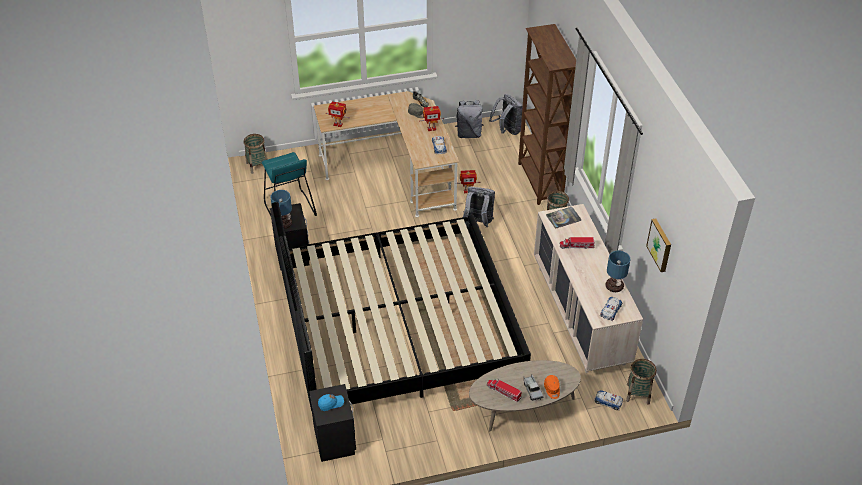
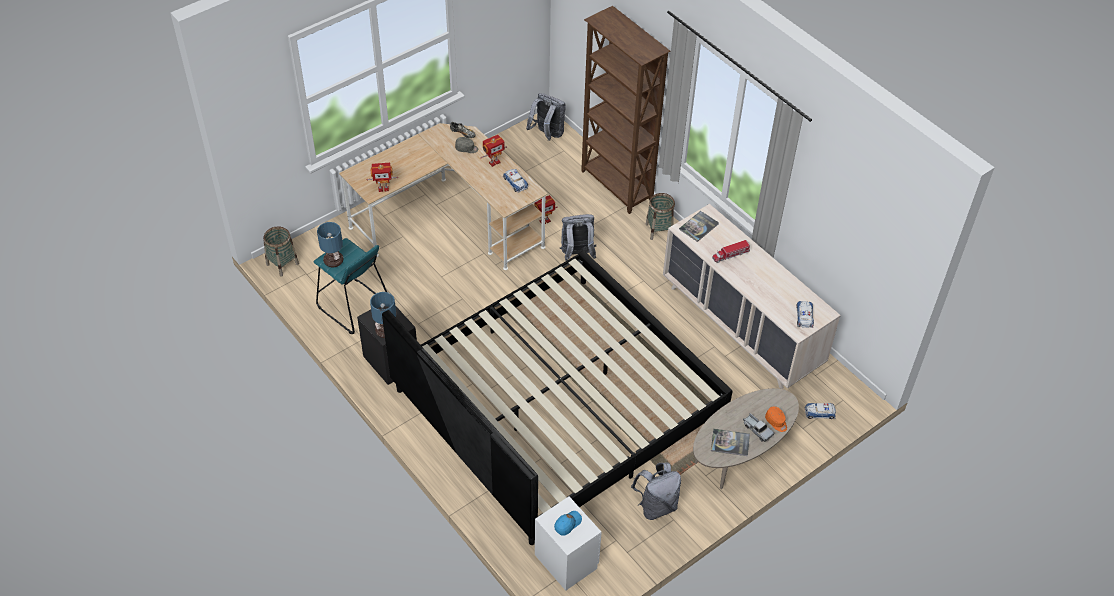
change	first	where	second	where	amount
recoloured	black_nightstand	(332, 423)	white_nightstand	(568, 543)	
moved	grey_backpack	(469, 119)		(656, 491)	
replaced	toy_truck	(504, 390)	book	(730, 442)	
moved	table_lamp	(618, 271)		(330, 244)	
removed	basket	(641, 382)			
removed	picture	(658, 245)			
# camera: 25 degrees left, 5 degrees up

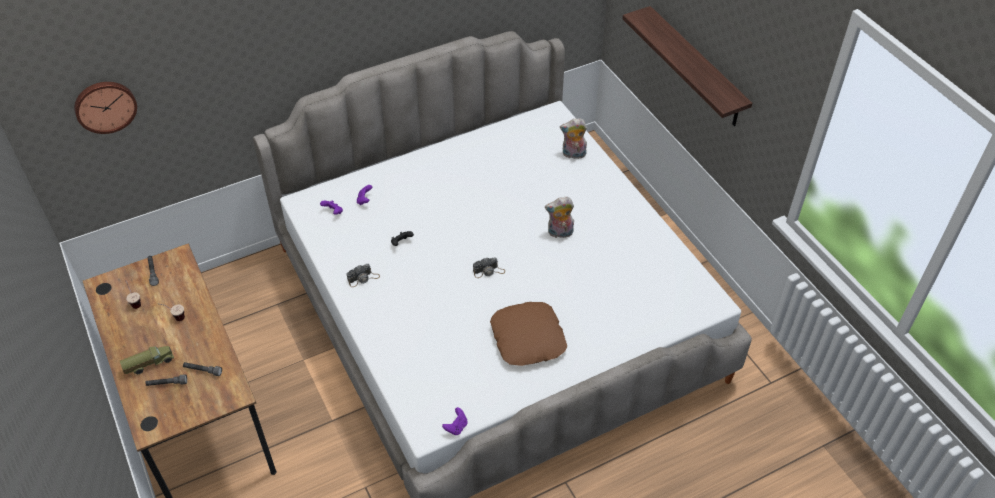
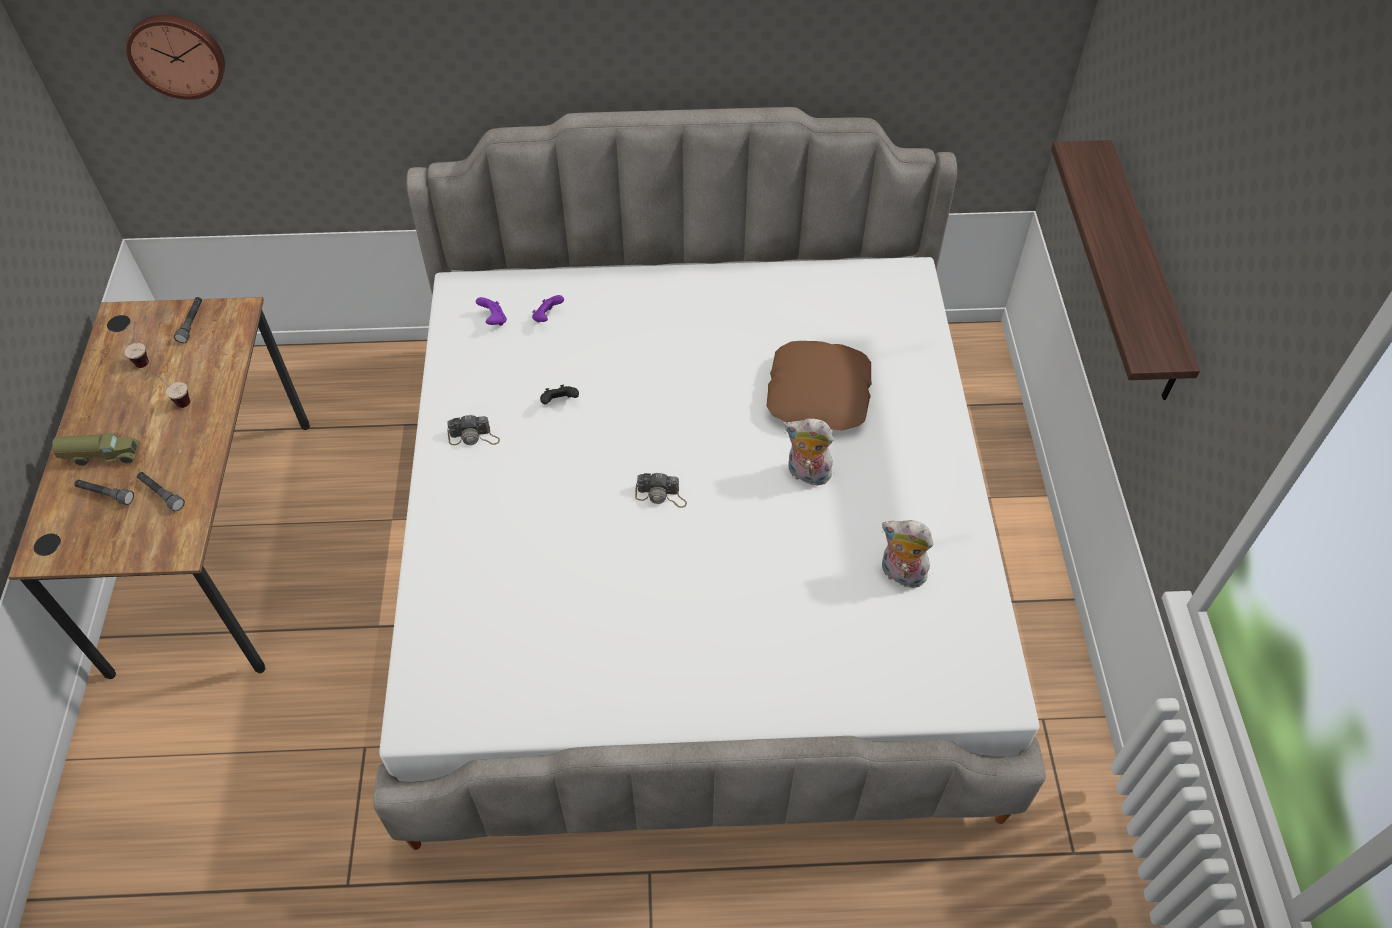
change	first	where	second	where	amount
removed	purple_game_controller	(455, 421)			
moved	brown_pillow	(528, 334)		(819, 386)	
moved	plush_toy	(573, 138)		(908, 555)	
# camera: 25 degrees right, 5 degrees up

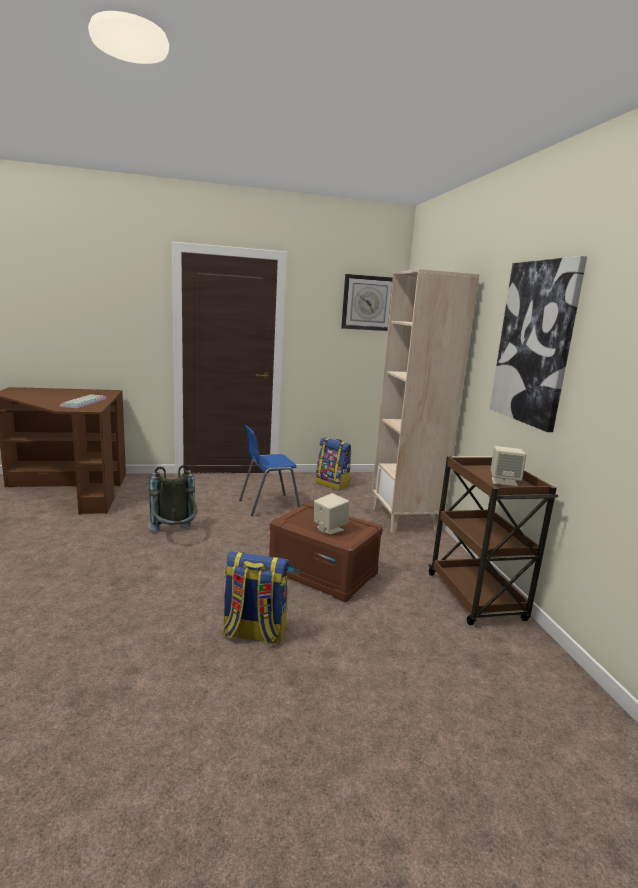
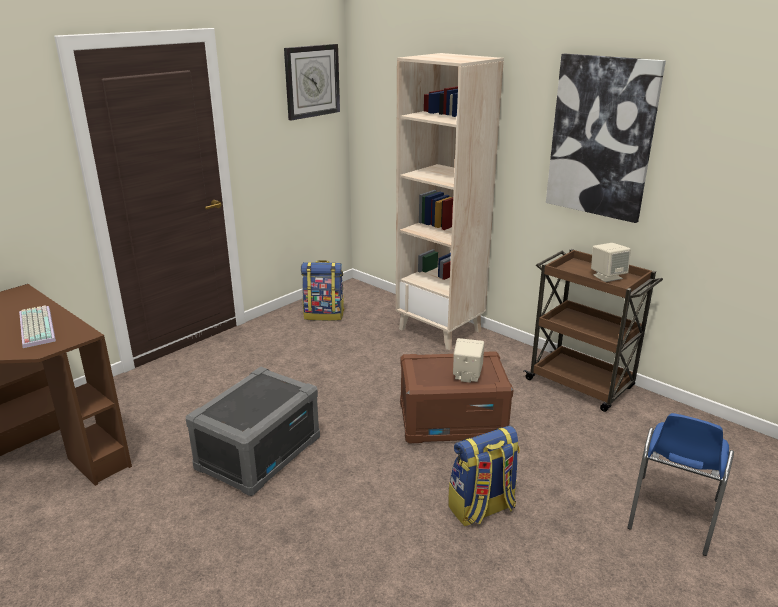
change	first	where	second	where	amount
replaced	grey_backpack	(172, 498)	grey_storage_box	(253, 431)	
moved	blue_chair	(269, 470)		(680, 484)	
# camera: 35 degrees left, 10 degrees up

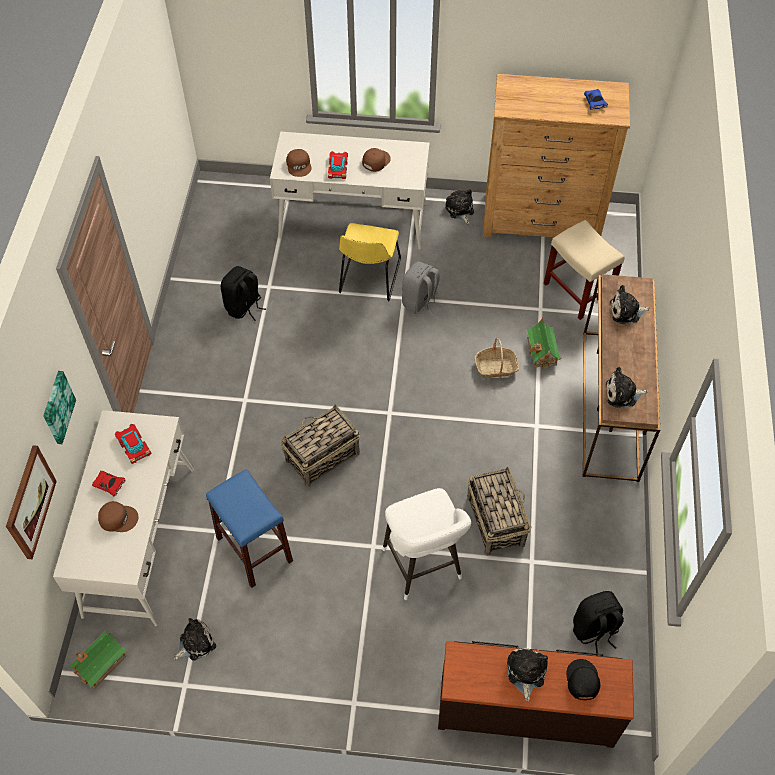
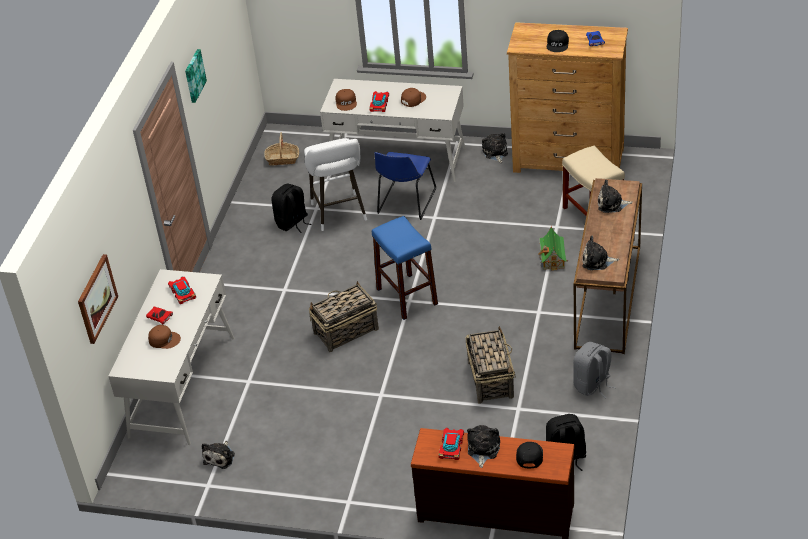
change	first	where	second	where	amount
moved	picture	(59, 407)		(196, 76)	
removed	toy_house	(98, 659)			
turned	plush_toy	(195, 639)		(218, 455)	135 degrees clockwise
moved	blue_stool	(249, 528)		(405, 268)	
recoloured	yellow_chair	(370, 262)	blue_chair	(405, 186)	
moved	white_stool	(426, 544)		(335, 184)	
moved	grey_backpack	(422, 289)		(594, 370)	
moved	basket	(497, 358)		(281, 149)	
added			toy_car	(451, 444)	
added			black_cap	(558, 41)	
# camera: 10 degrees right, 15 degrees down

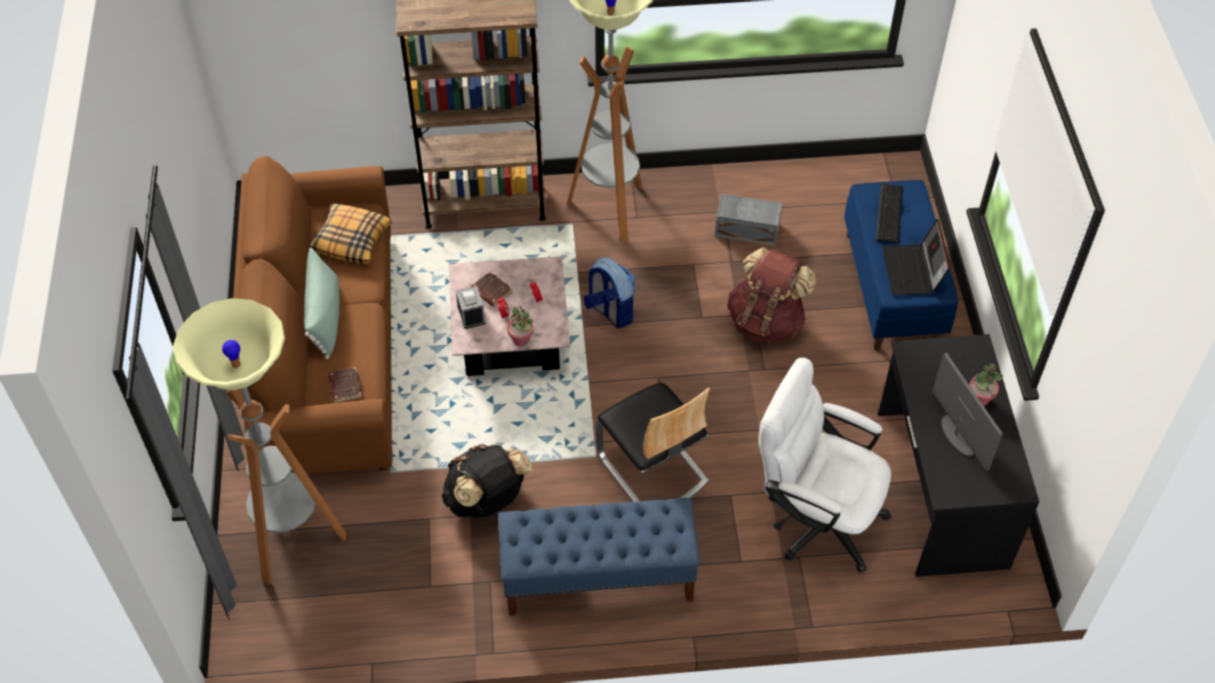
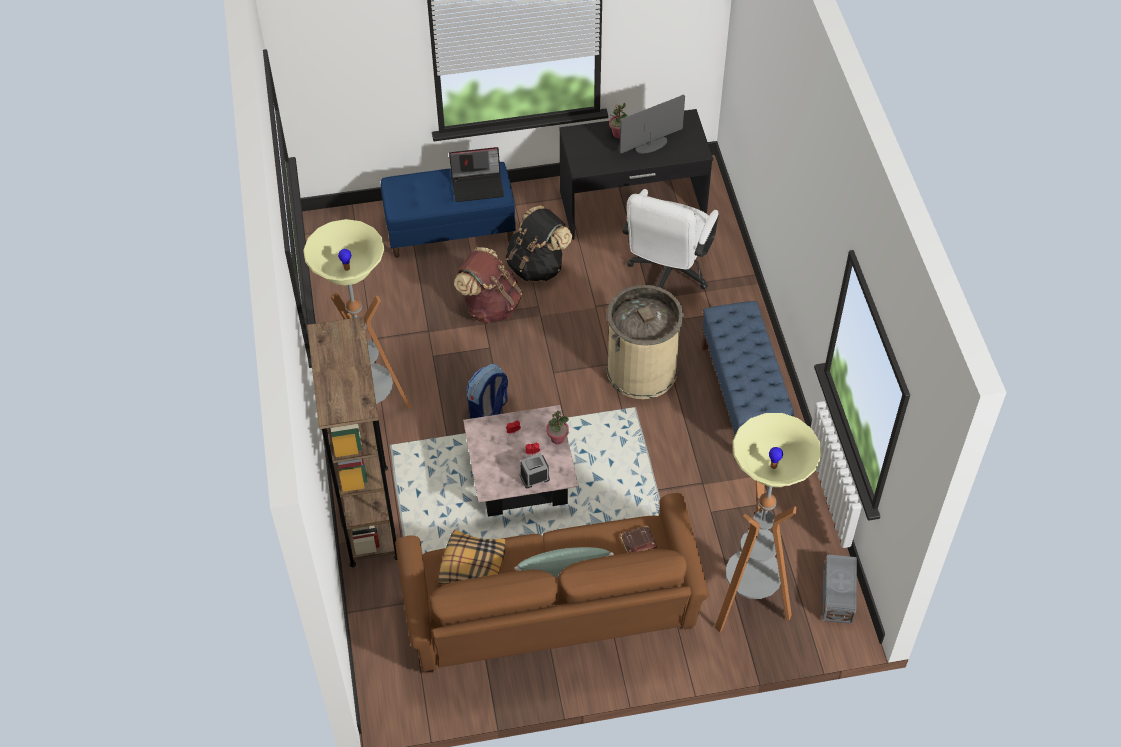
change	first	where	second	where	amount
moved	black_backpack	(487, 481)		(539, 243)	
removed	brown_book	(492, 289)			
replaced	chair	(653, 442)	beige_trash_can	(645, 342)	
moved	grey_storage_box	(748, 220)		(839, 589)	
removed	keyboard	(889, 214)			
# camera: 95 degrees left, 0 degrees up

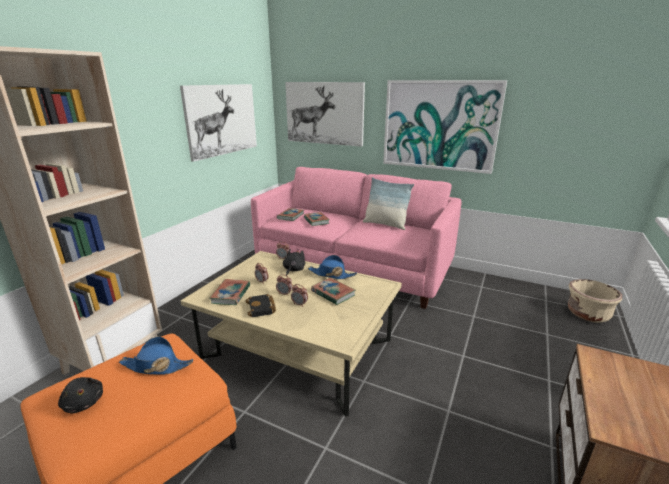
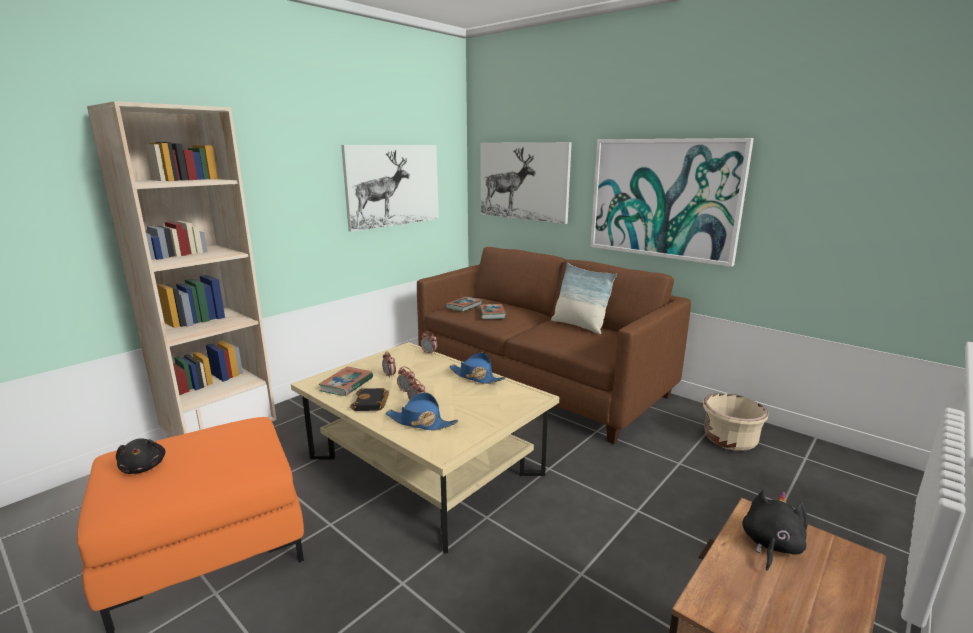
change	first	where	second	where	amount
moved	blue_hat	(156, 355)		(422, 411)	
recoloured	pink_sofa	(356, 238)	brown_sofa	(554, 345)	
moved	black_plush_toy	(294, 263)		(775, 530)	
removed	book	(333, 291)			
moved	beige_planter	(595, 301)		(735, 422)	
# camera: 15 degrees right, 5 degrees down

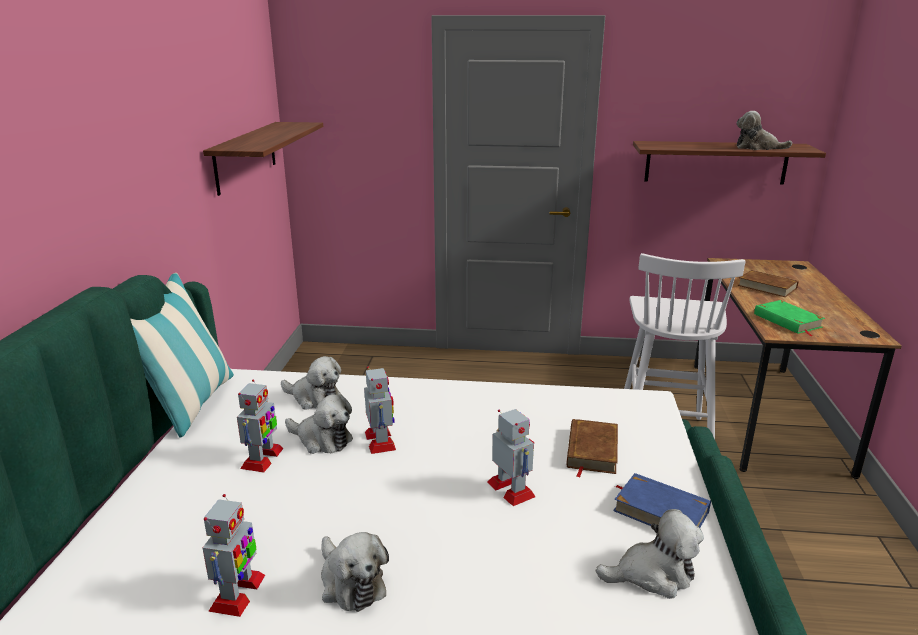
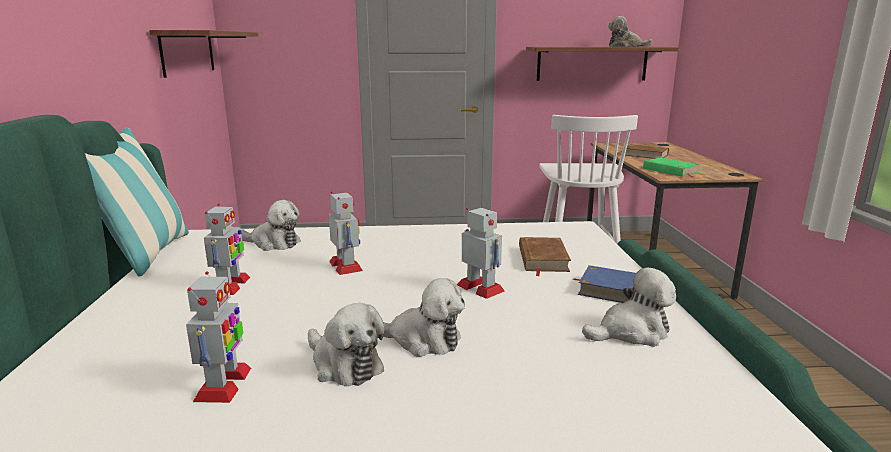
change	first	where	second	where	amount
moved	plush_toy	(319, 424)		(424, 317)	
# camera: 10 degrees left, 5 degrees down

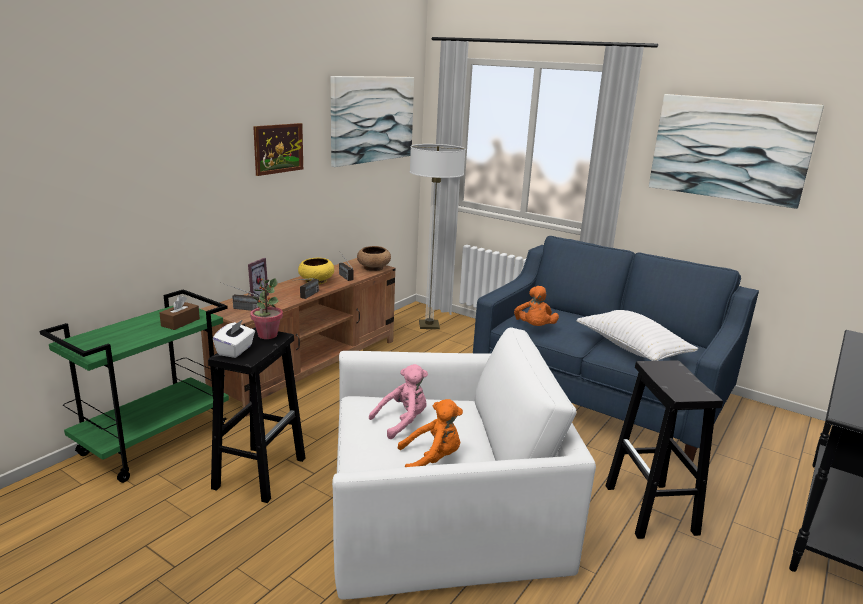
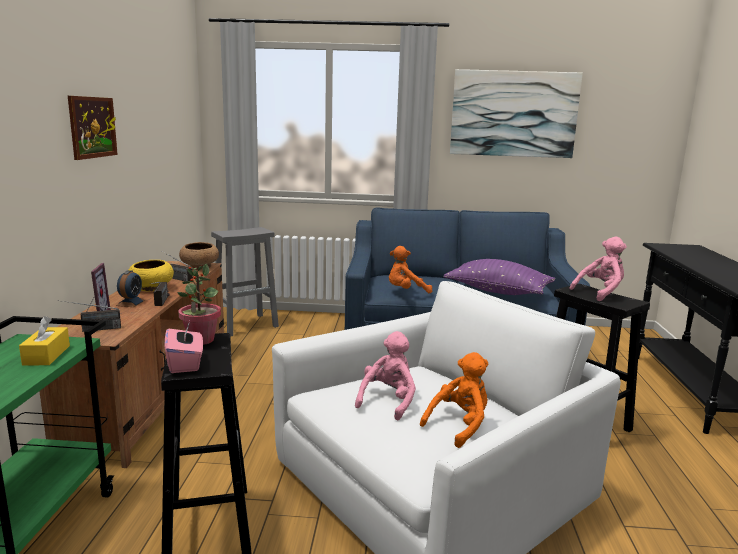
change	first	where	second	where	amount
recoloured	brown_tissue_box	(180, 313)	yellow_tissue_box	(44, 341)	
recoloured	white_tissue_box	(234, 339)	pink_tissue_box	(184, 347)	
removed	picture	(372, 121)			
replaced	floor_lamp	(438, 236)	grey_stool	(245, 282)	
turned	orange_plush_toy	(536, 306)		(410, 270)	105 degrees clockwise
recoloured	white_pillow	(637, 335)	purple_pillow	(499, 277)	
added			alarm_clock	(130, 288)	
added			pink_plush_toy	(598, 269)	
# camera: 30 degrees left, 5 degrees down

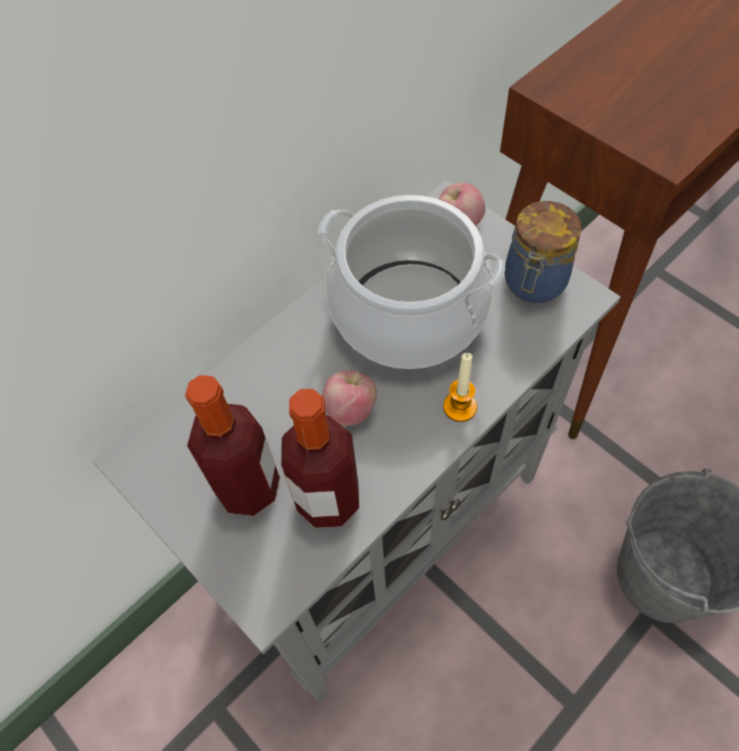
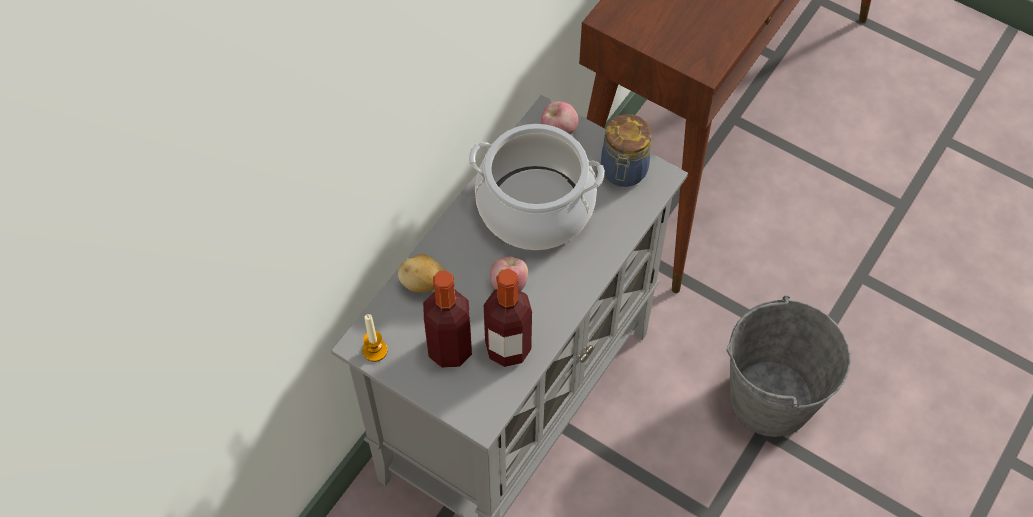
change	first	where	second	where	amount
moved	candle	(460, 387)		(375, 338)	
added			potato	(421, 273)	
# camera: 15 degrees left, 0 degrees up

